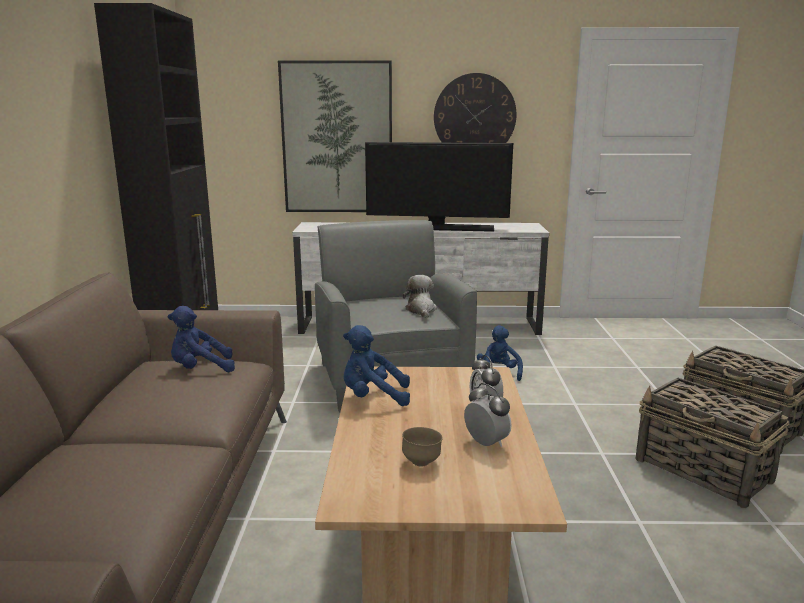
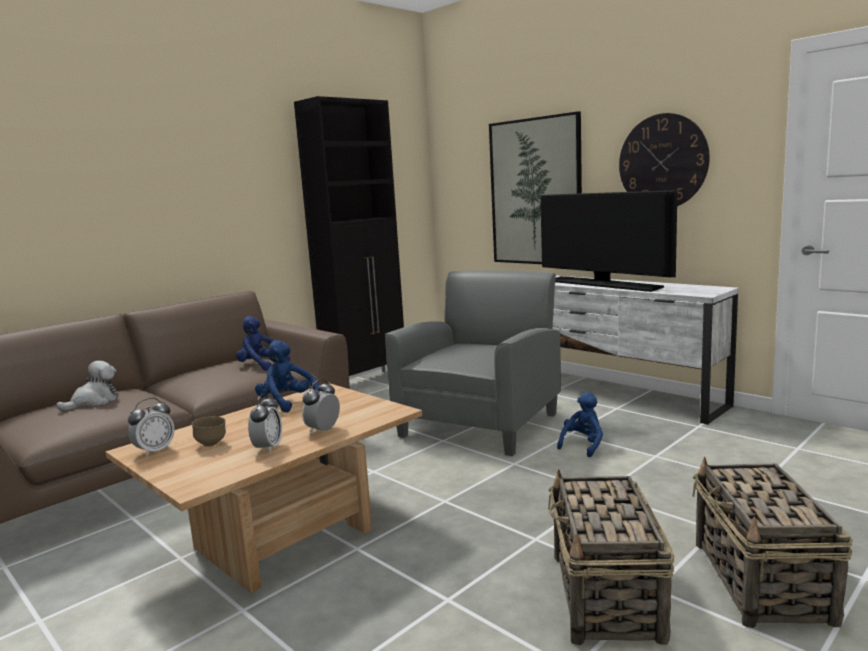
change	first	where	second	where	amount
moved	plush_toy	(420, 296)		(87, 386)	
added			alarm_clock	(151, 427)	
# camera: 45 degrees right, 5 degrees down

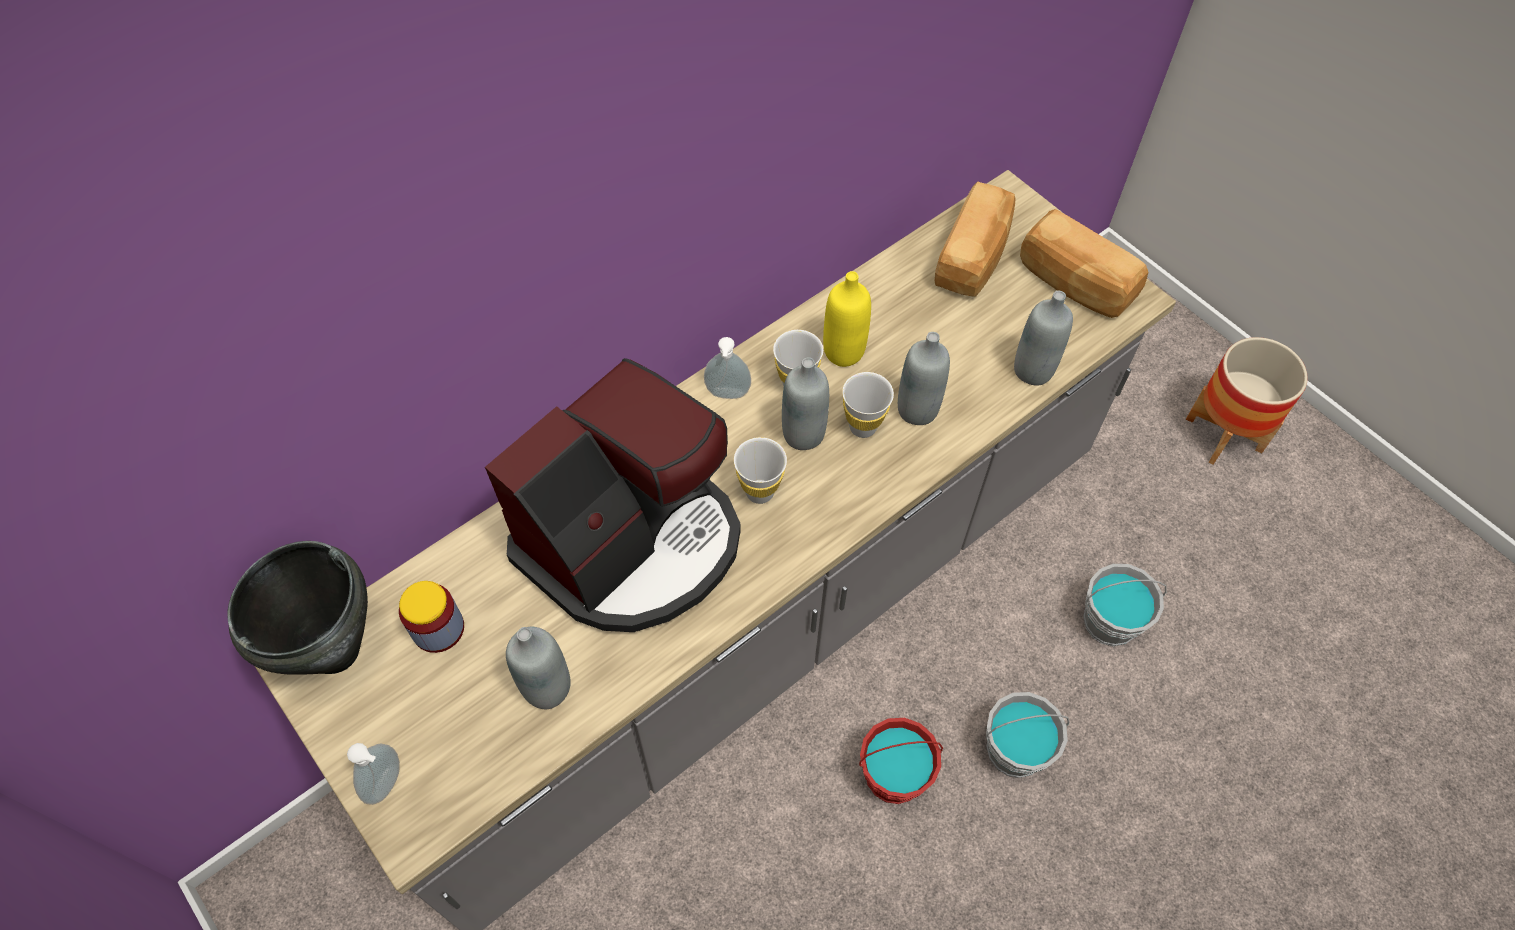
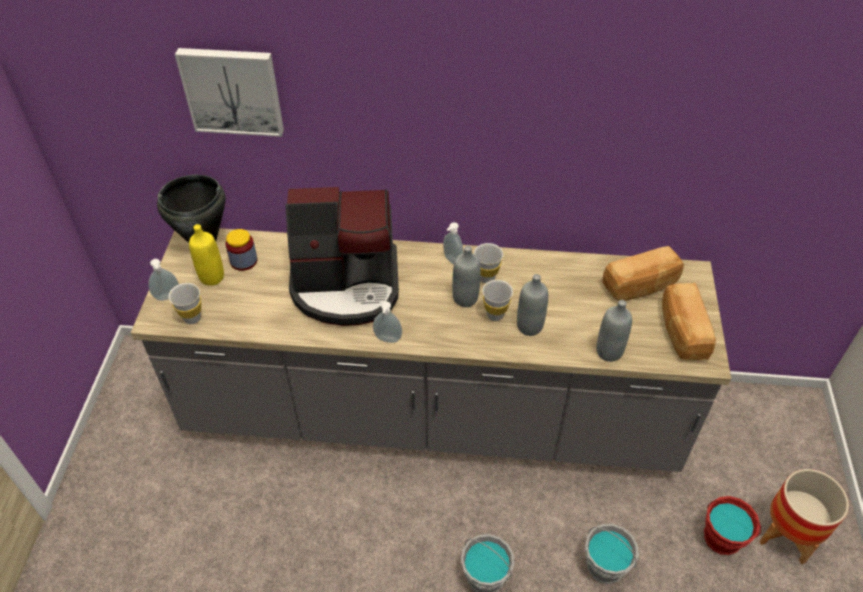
change	first	where	second	where	amount
removed	grey_bottle	(538, 668)			
moved	white_cup	(760, 470)		(185, 303)	
moved	yellow_bottle	(847, 319)		(206, 255)	
moved	red_bucket	(901, 761)		(732, 525)	
added			picture	(229, 92)	
added			soap_dispenser	(387, 322)	
# camera: 45 degrees right, 10 degrees down

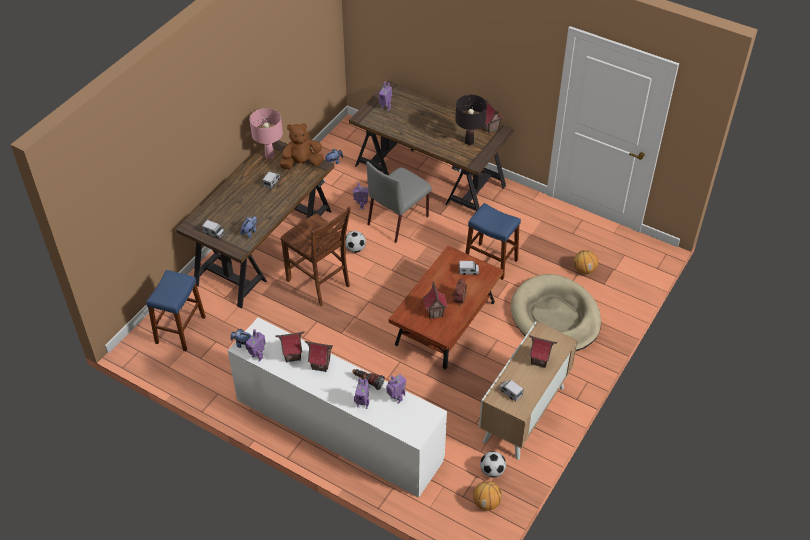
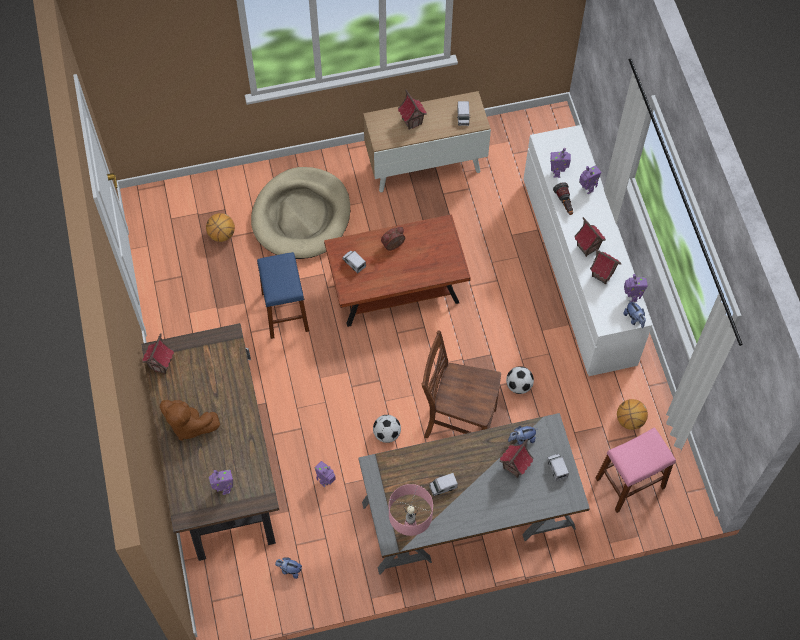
change	first	where	second	where	amount
recoloured	blue_stool	(176, 310)	pink_stool	(635, 470)	
recoloured	brown_desk	(255, 224)	grey_desk	(474, 494)	
moved	brown_plush_toy	(301, 146)		(190, 420)	
turned	brown_chair	(315, 256)		(461, 384)	75 degrees counterclockwise
removed	grey_chair	(399, 202)			
moved	toy_house	(435, 300)		(517, 458)	
removed	black_table_lamp	(471, 120)			
moved	basketball	(487, 495)		(632, 414)	
moved	football	(493, 464)		(520, 380)	
# camera: 135 degrees left, 15 degrees up

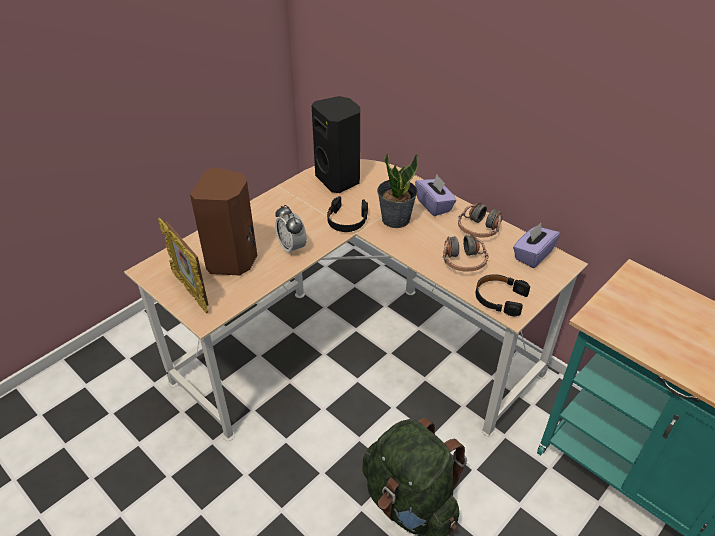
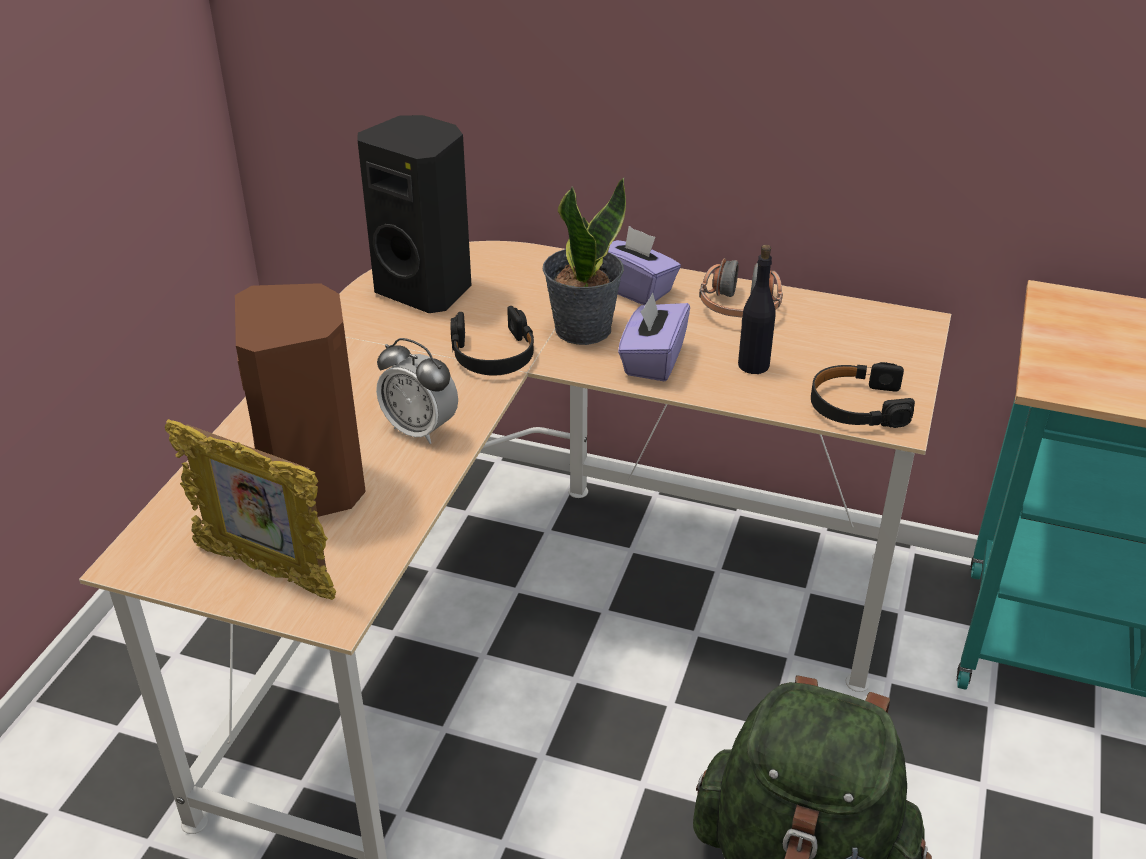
change	first	where	second	where	amount
replaced	headphones	(466, 253)	black_bottle	(756, 309)	
moved	purple_tissue_box	(536, 245)		(654, 337)	
# camera: 25 degrees left, 5 degrees down

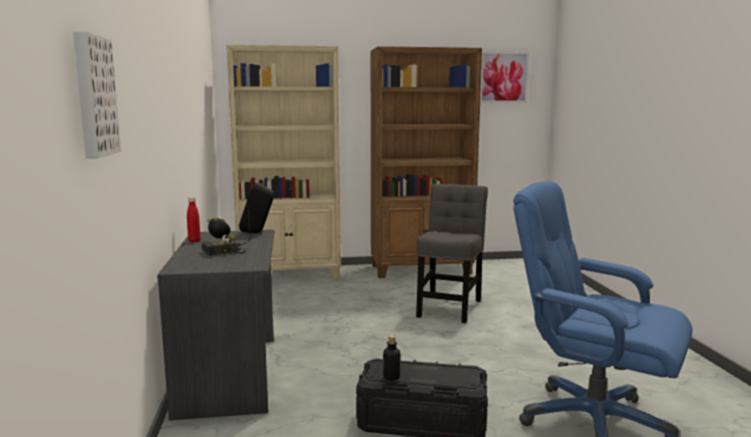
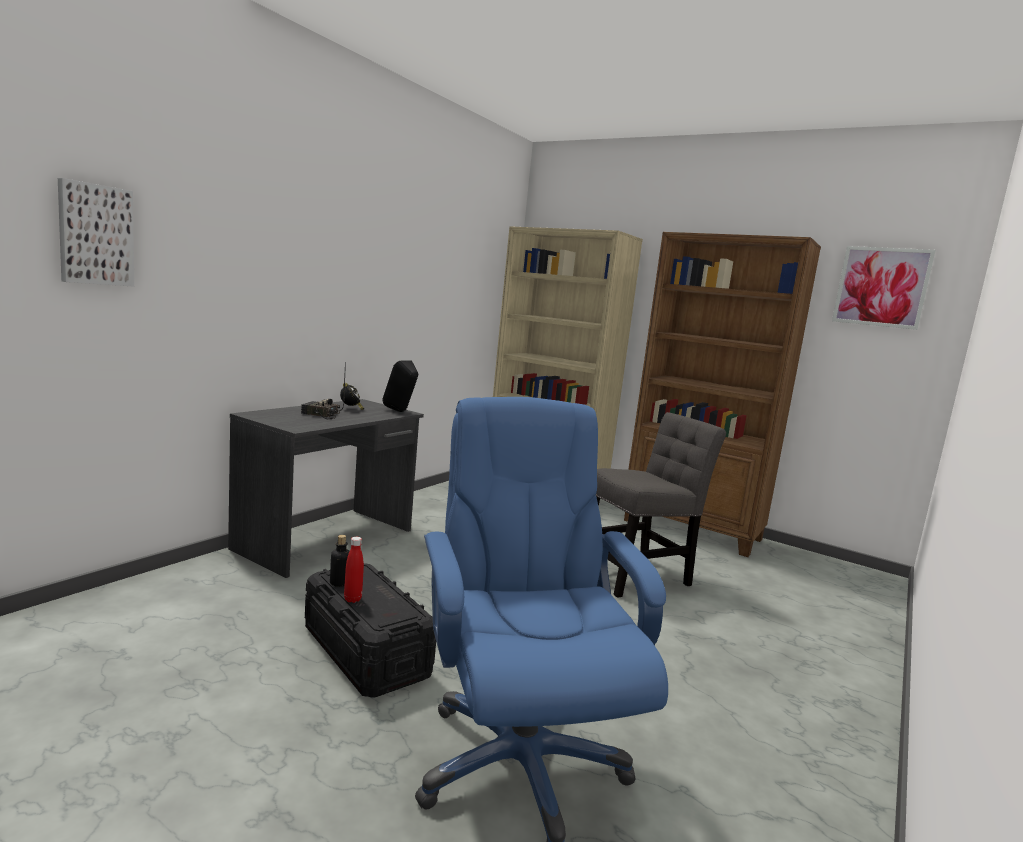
change	first	where	second	where	amount
moved	red_bottle	(193, 219)		(354, 570)	
# camera: 40 degrees right, 0 degrees up

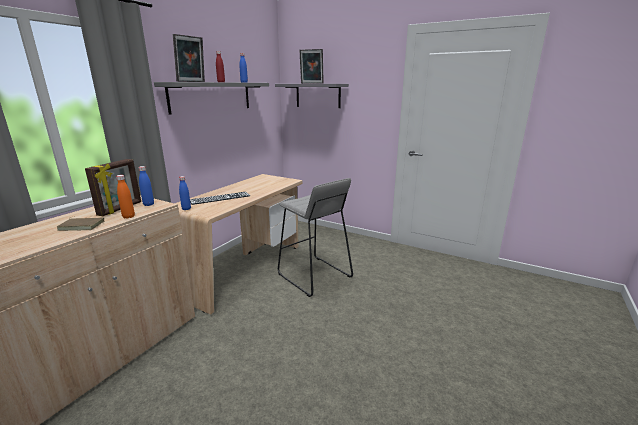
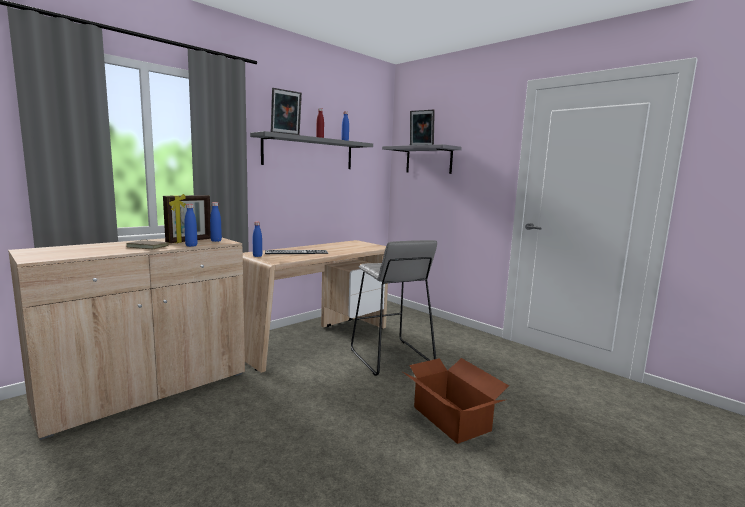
change	first	where	second	where	amount
recoloured	orange_bottle	(125, 197)	blue_bottle	(190, 225)	
added			cardboard_box	(456, 401)	
# camera: 15 degrees right, 10 degrees down

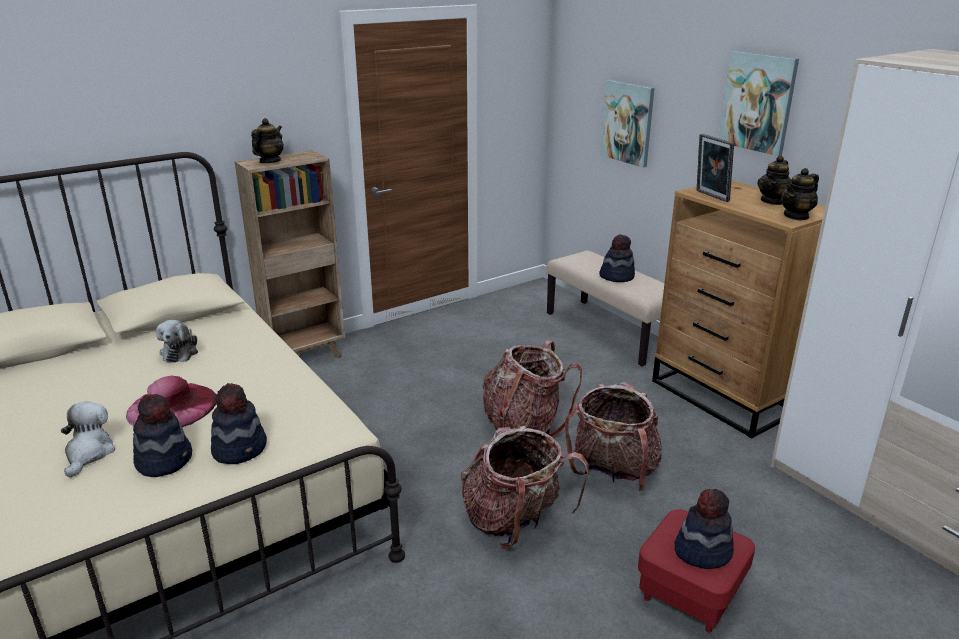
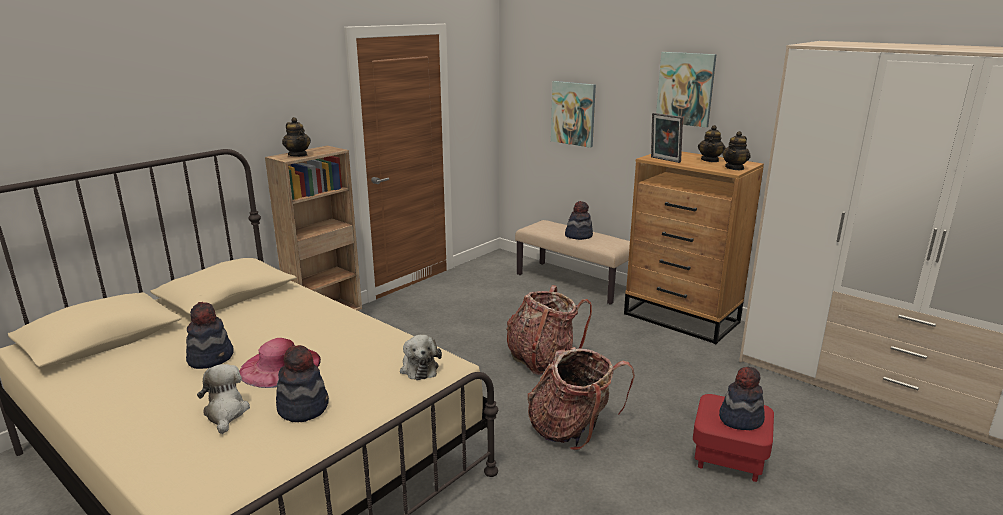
change	first	where	second	where	amount
moved	plush_toy	(177, 341)		(421, 357)	
moved	hat	(239, 423)		(210, 335)	
turned	teapot	(267, 140)		(296, 137)	135 degrees clockwise
removed	backpack	(613, 437)			
# camera: 15 degrees left, 5 degrees down

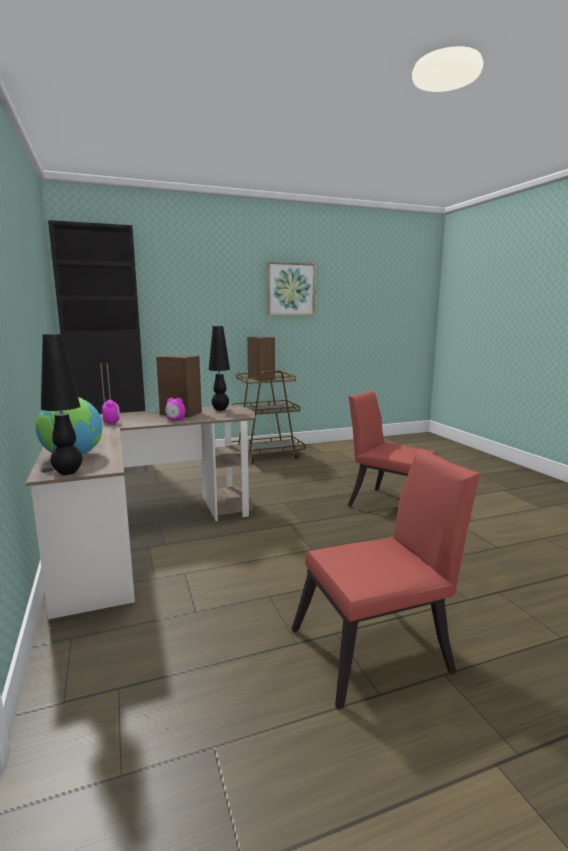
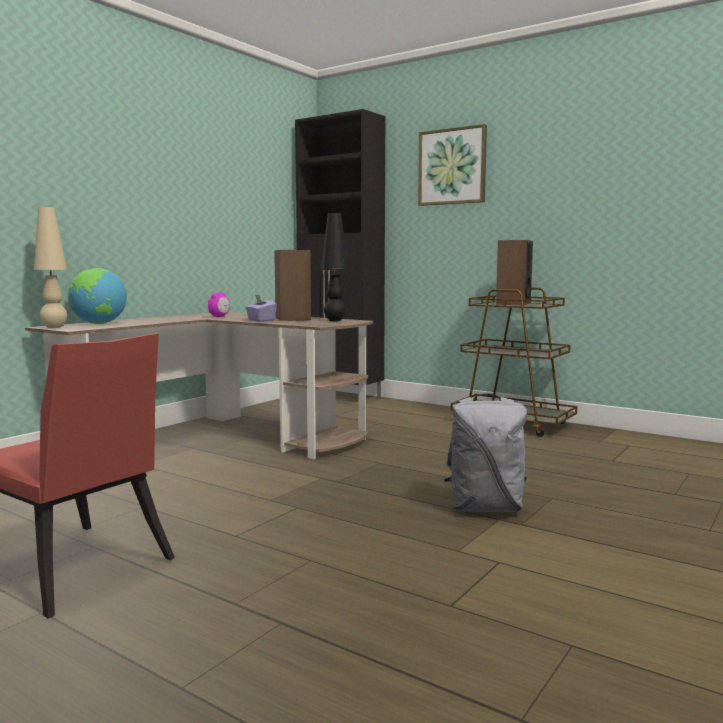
change	first	where	second	where	amount
recoloured	black_table_lamp	(61, 404)	beige_table_lamp	(50, 267)	
replaced	alarm_clock	(175, 409)	purple_tissue_box	(261, 308)	
moved	picture	(291, 288)		(452, 165)	
replaced	red_chair	(392, 449)	grey_backpack	(485, 452)	
# camera: 55 degrees right, 5 degrees down

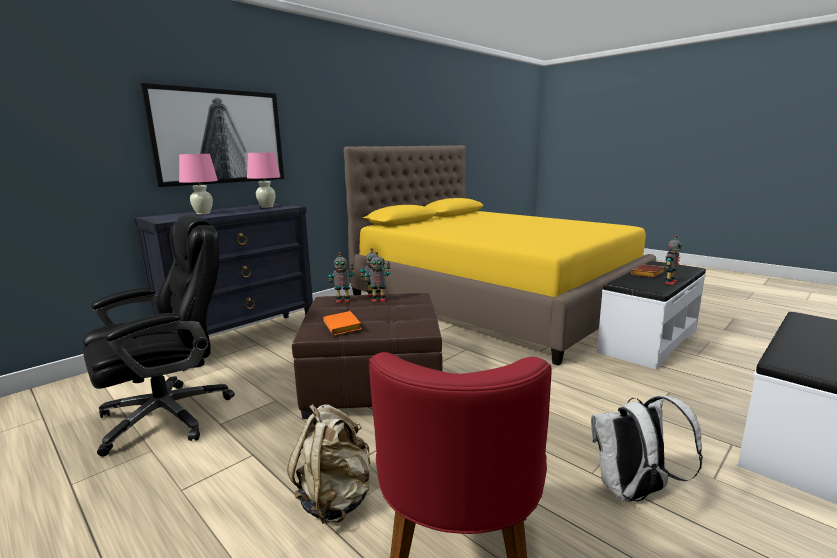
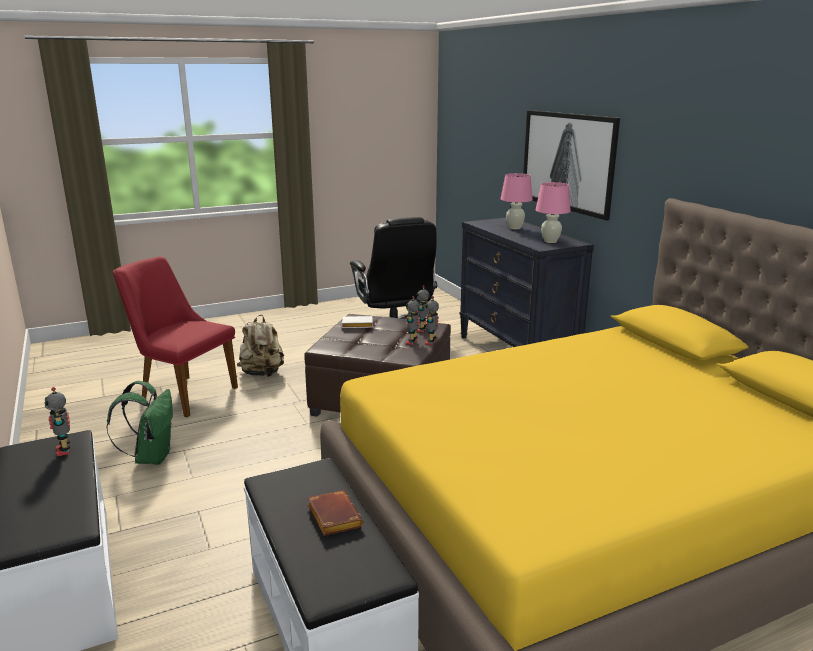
change	first	where	second	where	amount
recoloured	orange_book	(342, 323)	white_book	(357, 322)	
recoloured	white_backpack	(647, 448)	green_backpack	(140, 423)	
moved	toy_robot	(674, 260)		(57, 422)	
# camera: 110 degrees right, 5 degrees up

